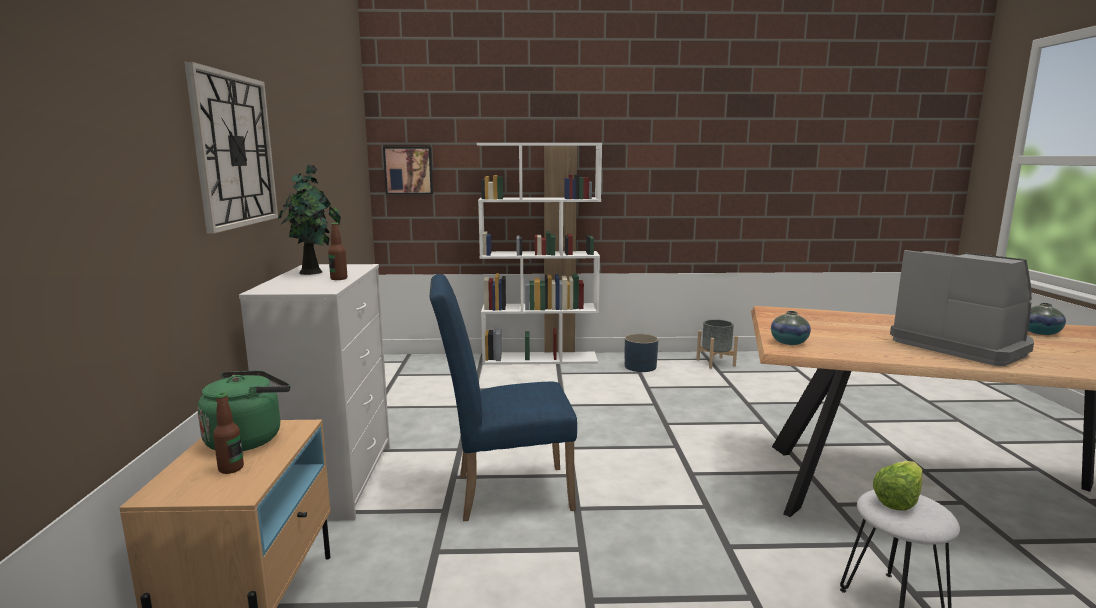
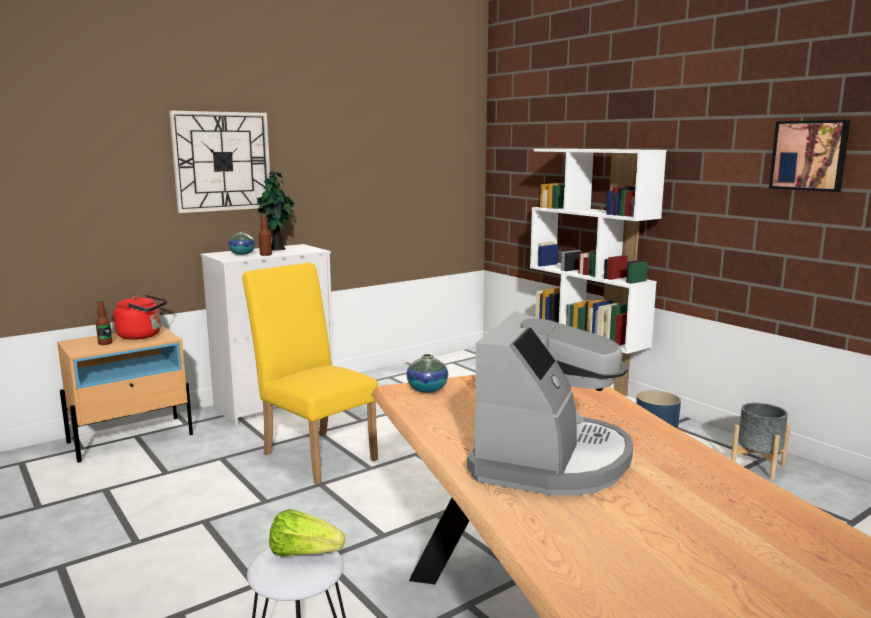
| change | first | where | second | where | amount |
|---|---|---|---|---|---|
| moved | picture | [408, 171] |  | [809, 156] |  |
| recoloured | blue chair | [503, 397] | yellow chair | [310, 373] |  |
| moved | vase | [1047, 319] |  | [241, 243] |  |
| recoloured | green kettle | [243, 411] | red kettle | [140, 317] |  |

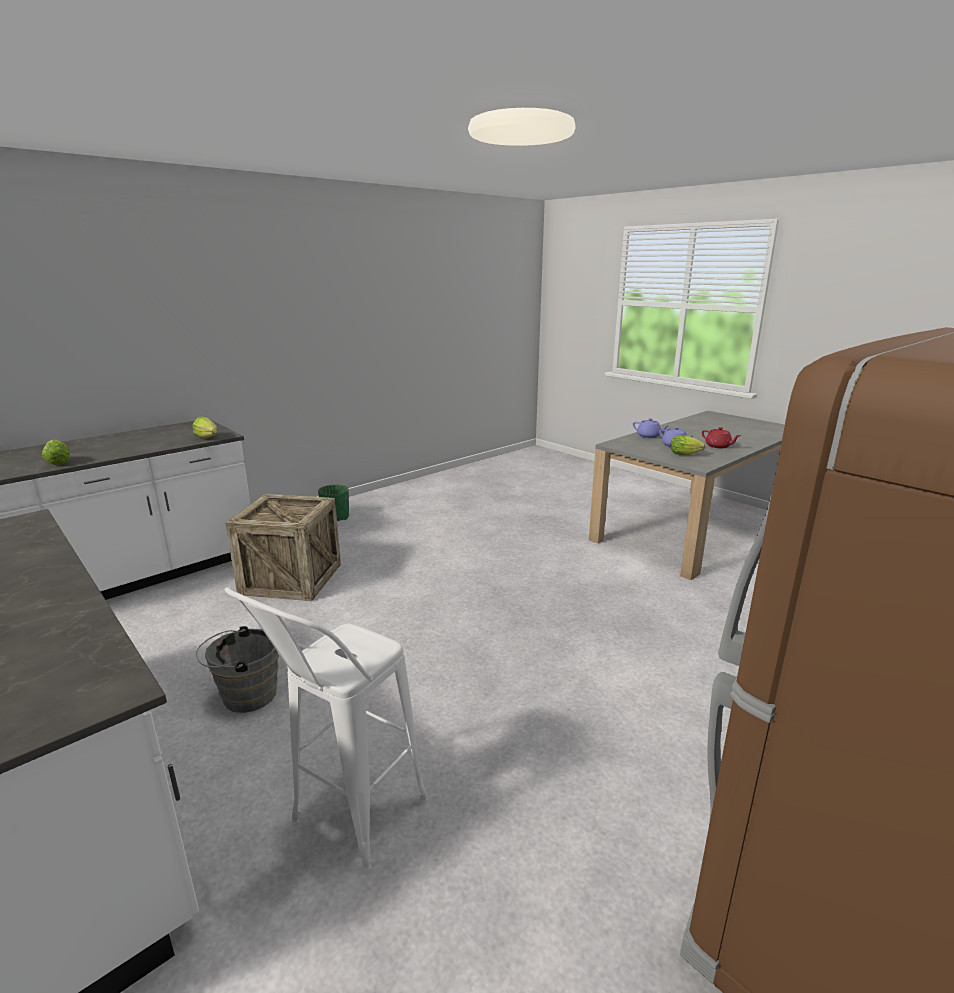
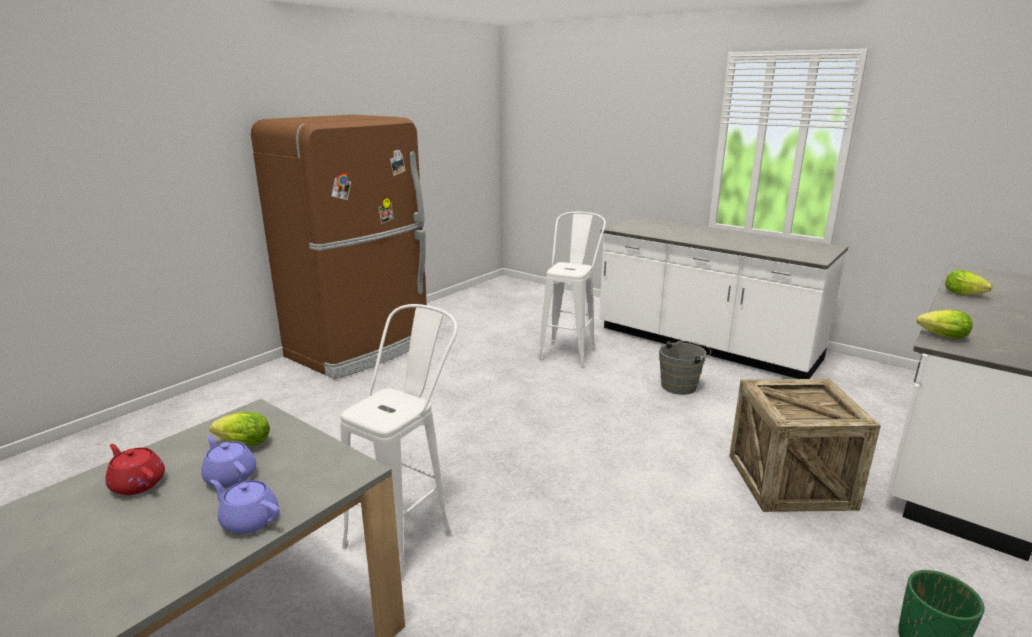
| change | first | where | second | where | amount |
|---|---|---|---|---|---|
| added |  |  | white stool | [399, 442] |  |

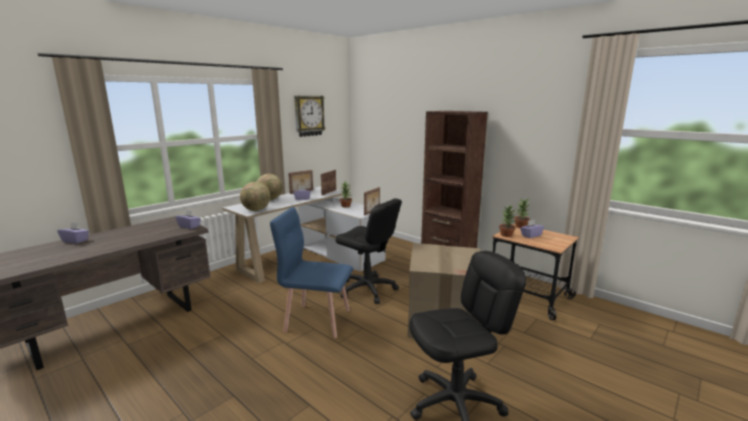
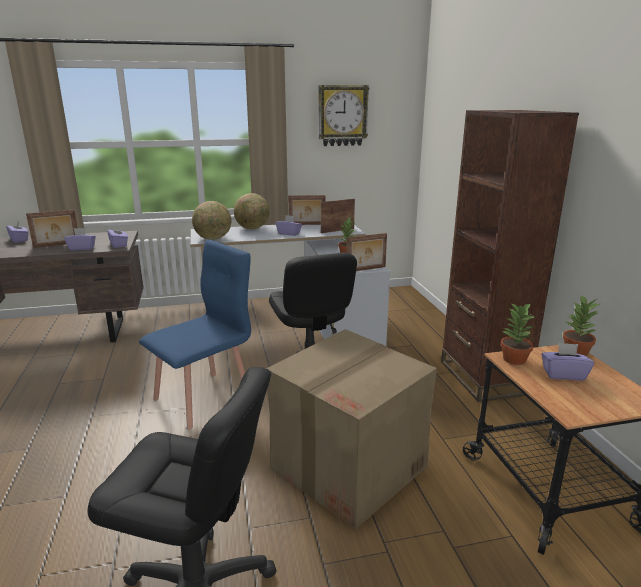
| change | first | where | second | where | amount |
|---|---|---|---|---|---|
| turned | blue chair | [311, 272] |  | [195, 334] | 90 degrees clockwise |
| added |  |  | picture frame | [52, 229] |  |
| added |  |  | purple tissue box | [80, 239] |  |

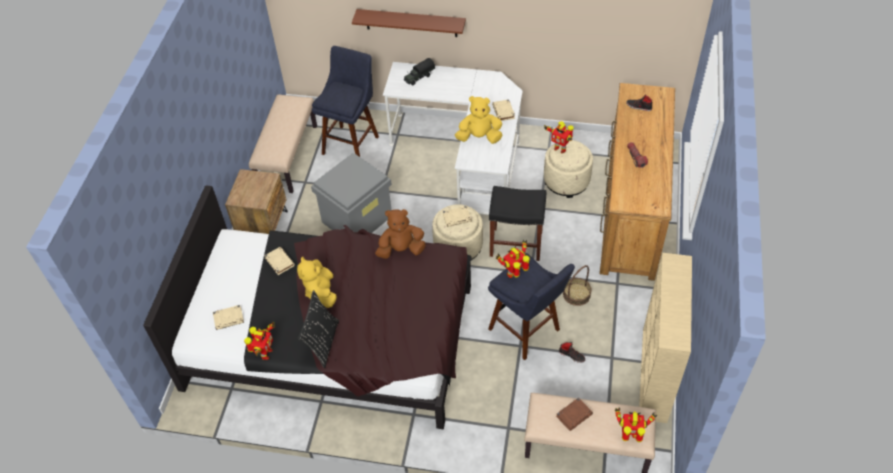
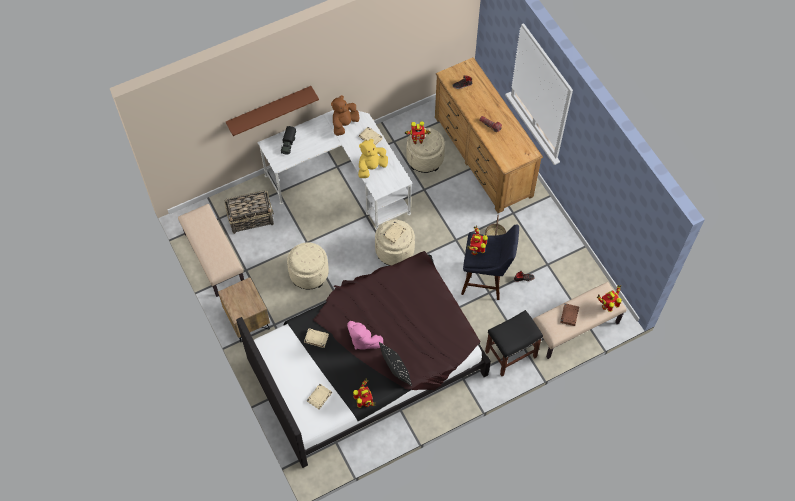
| change | first | where | second | where | amount |
|---|---|---|---|---|---|
| replaced | blue stool | [345, 101] | basket | [249, 212] |  |
| replaced | grey storage box | [351, 193] | beige ottoman | [308, 266] |  |
| moved | black stool | [517, 223] |  | [514, 343] |  |
| moved | brown plush toy | [400, 234] |  | [345, 115] |  |
| removed | beige bookcase | [665, 338] |  |  |  |
| recoloured | yellow plush toy | [317, 282] | pink plush toy | [365, 335] |  |

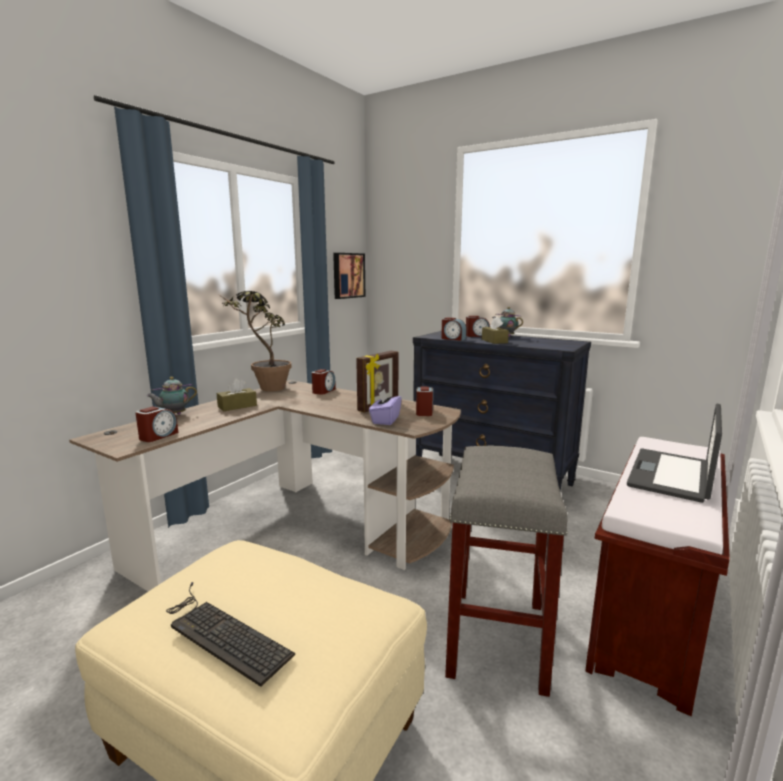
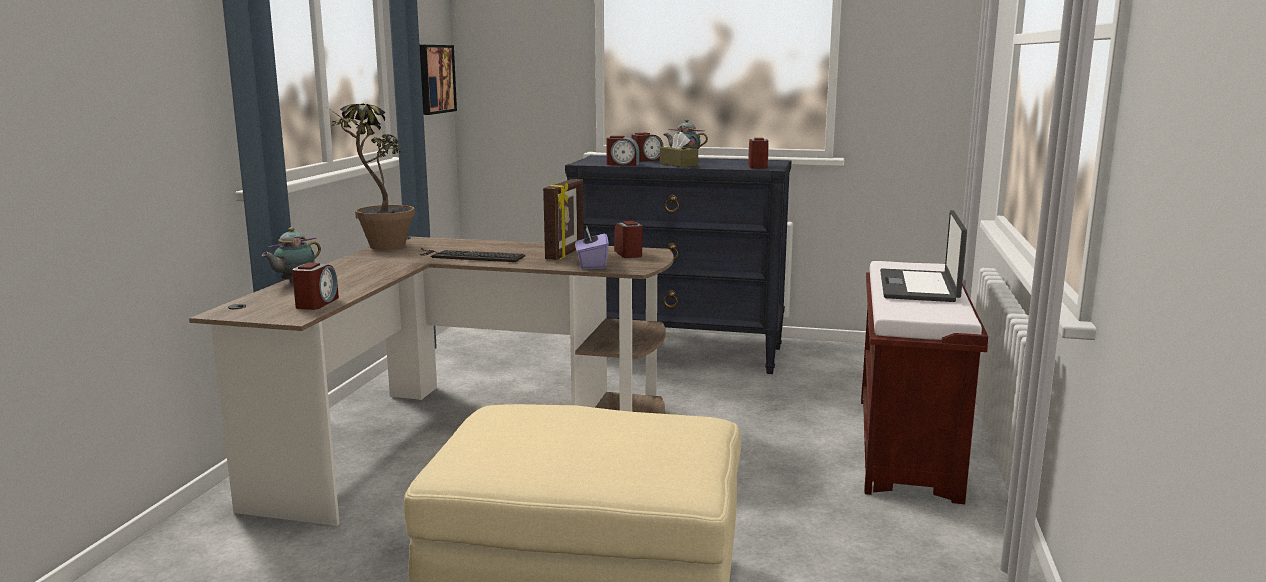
| change | first | where | second | where | amount |
|---|---|---|---|---|---|
| moved | alarm clock | [324, 382] |  | [758, 153] |  |
| removed | brown tissue box | [237, 394] |  |  |  |
| removed | grey stool | [506, 571] |  |  |  |
| moved | keyboard | [230, 634] |  | [472, 255] |  |

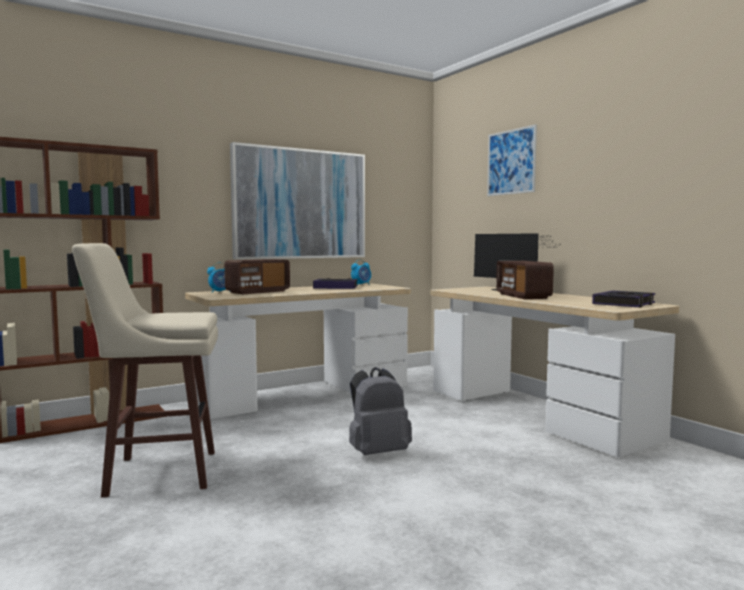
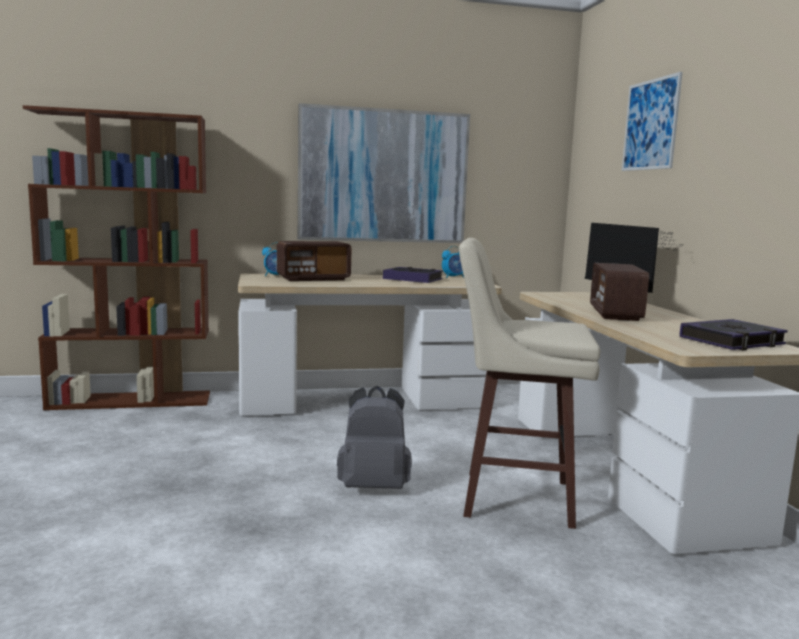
| change | first | where | second | where | amount |
|---|---|---|---|---|---|
| moved | beige stool | [145, 370] |  | [530, 383] |  |

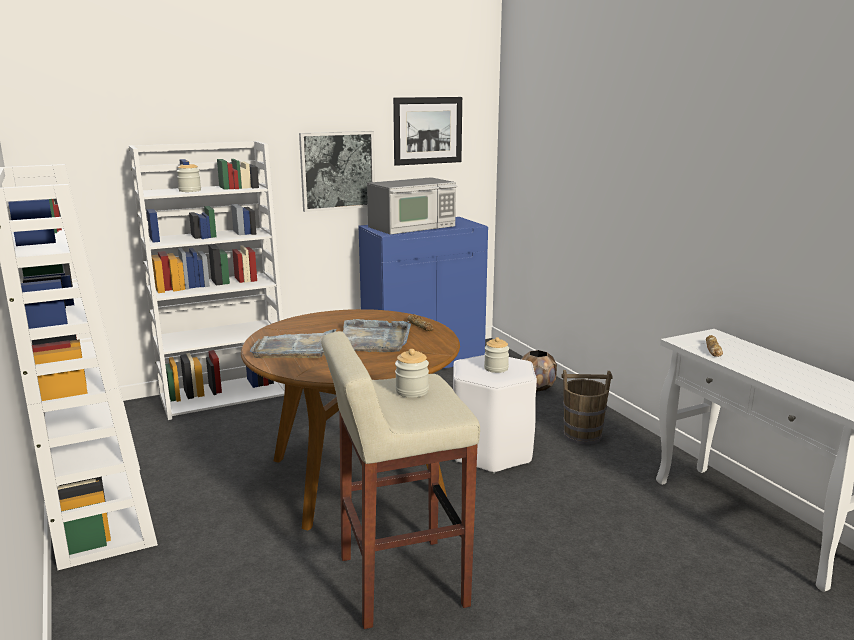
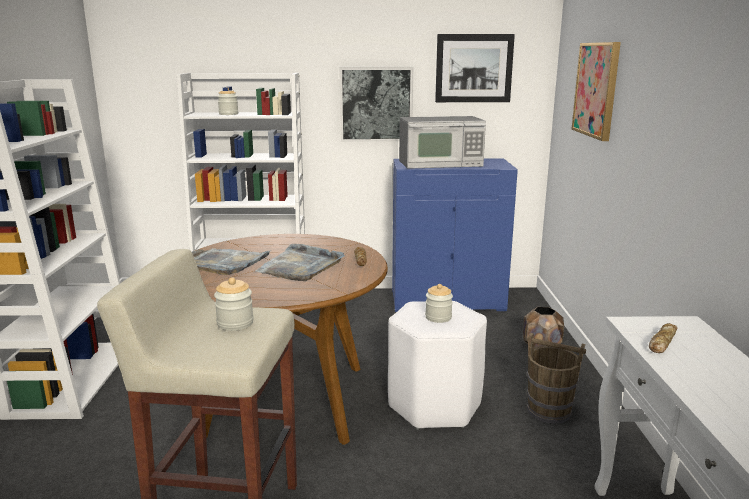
| change | first | where | second | where | amount |
|---|---|---|---|---|---|
| added |  |  | picture | [596, 91] |  |

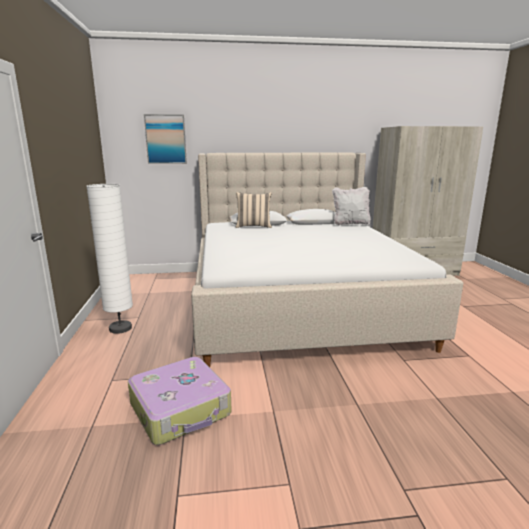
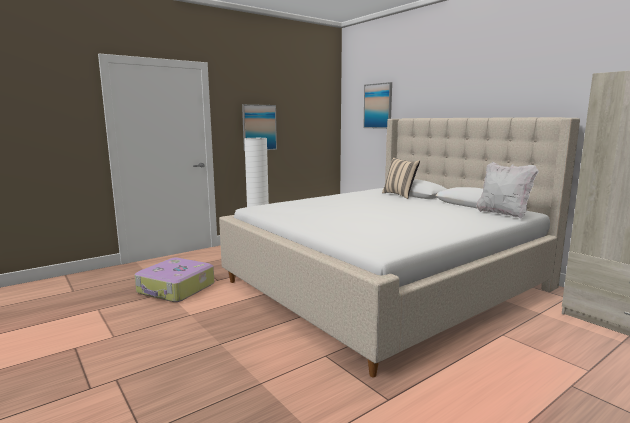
| change | first | where | second | where | amount |
|---|---|---|---|---|---|
| added |  |  | picture | [259, 127] |  |

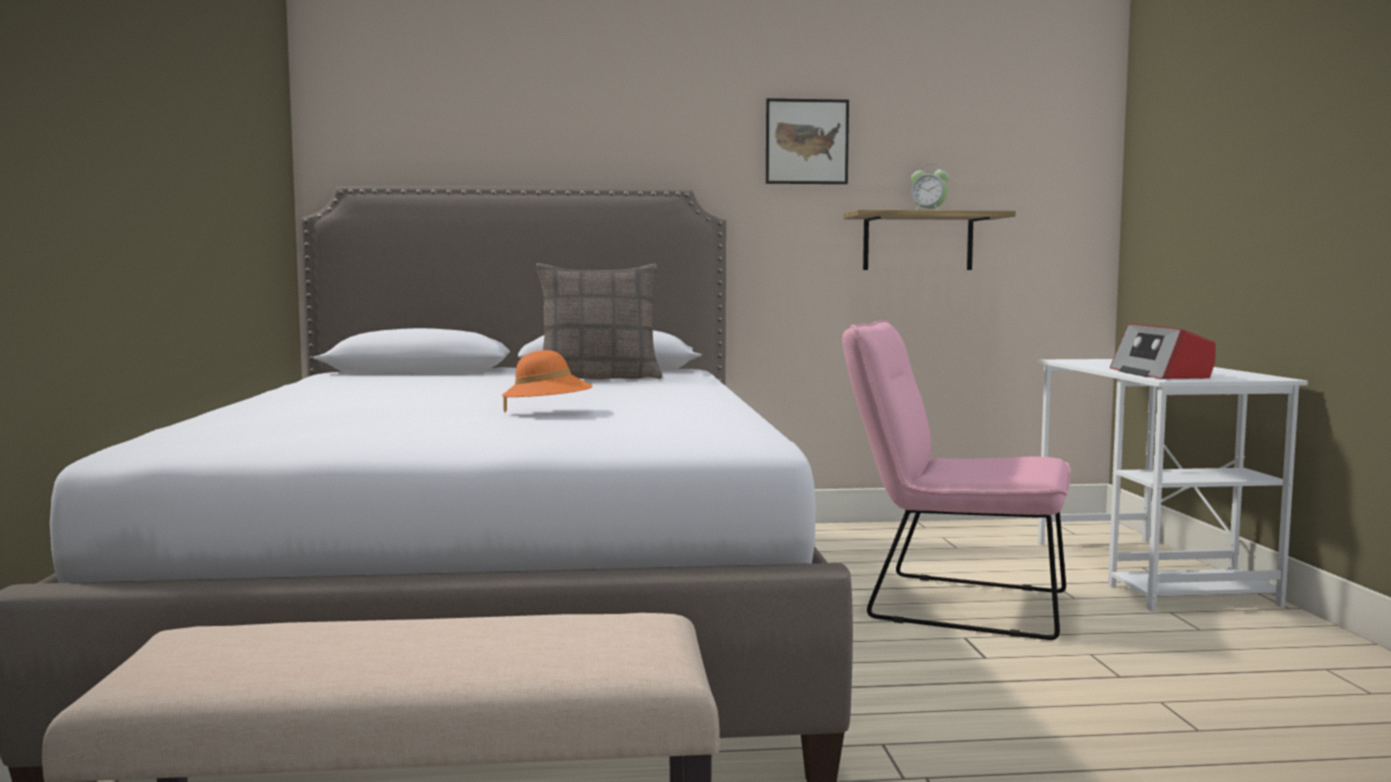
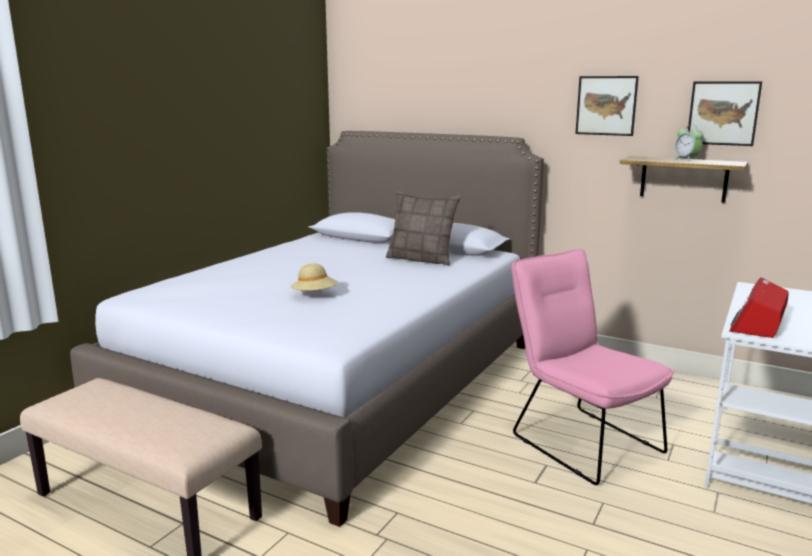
| change | first | where | second | where | amount |
|---|---|---|---|---|---|
| recoloured | orange hat | [547, 381] | beige hat | [314, 277] |  |
| added |  |  | picture | [725, 113] |  |

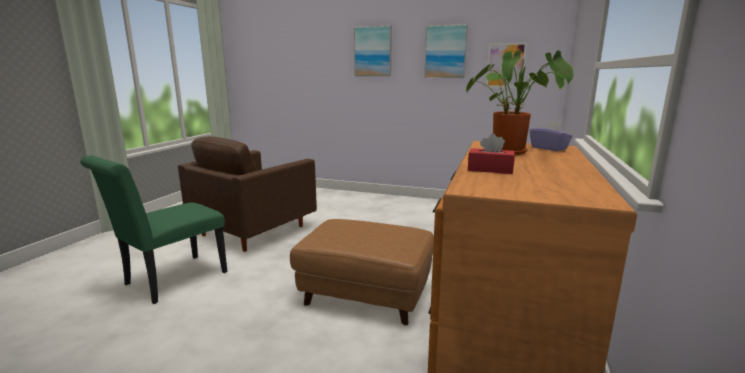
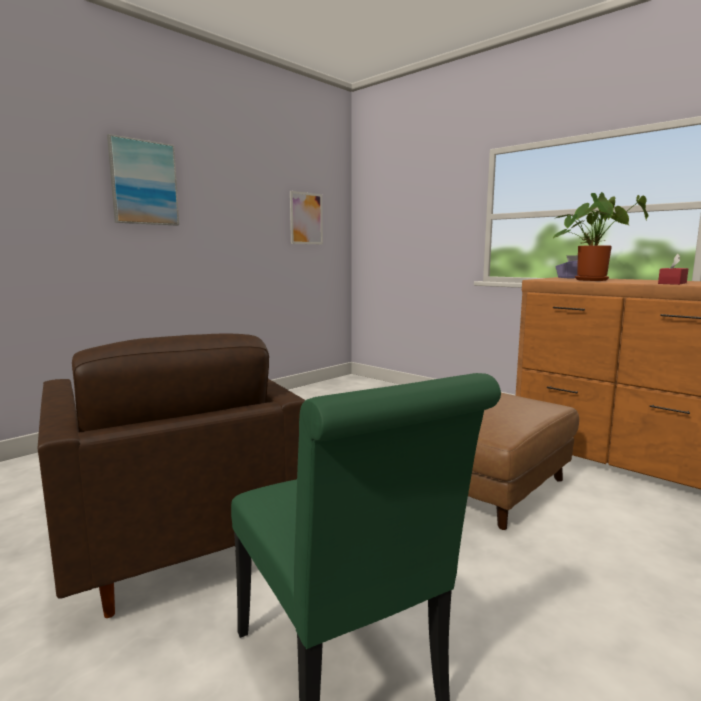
| change | first | where | second | where | amount |
|---|---|---|---|---|---|
| removed | picture | [446, 51] |  |  |  |

